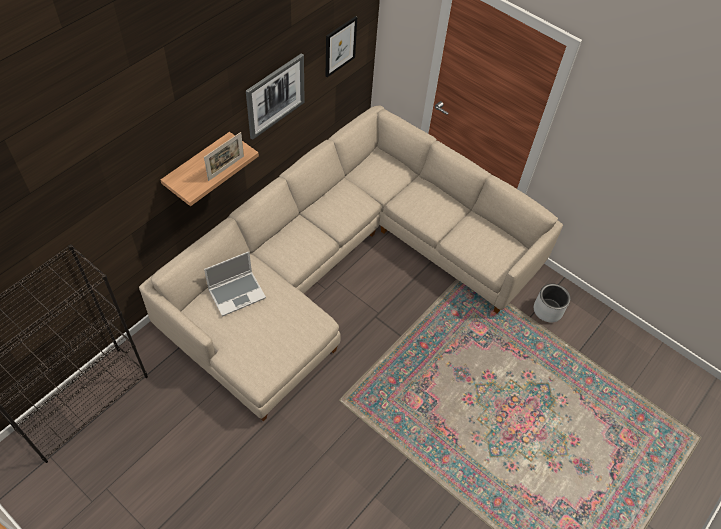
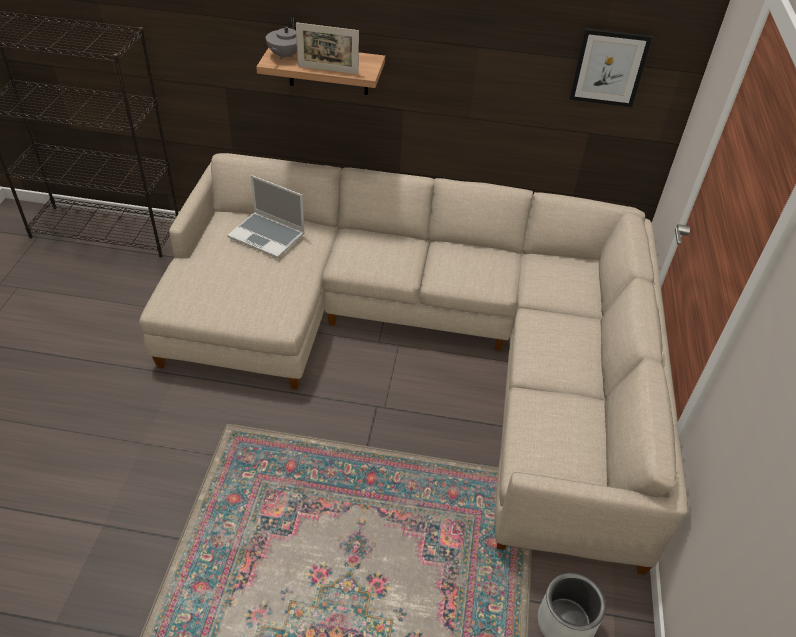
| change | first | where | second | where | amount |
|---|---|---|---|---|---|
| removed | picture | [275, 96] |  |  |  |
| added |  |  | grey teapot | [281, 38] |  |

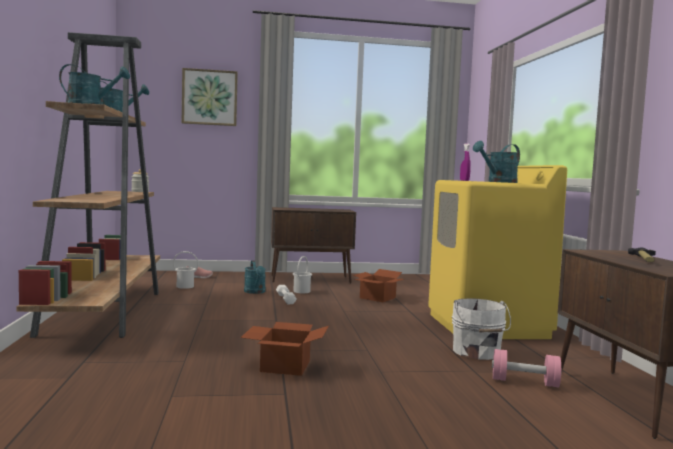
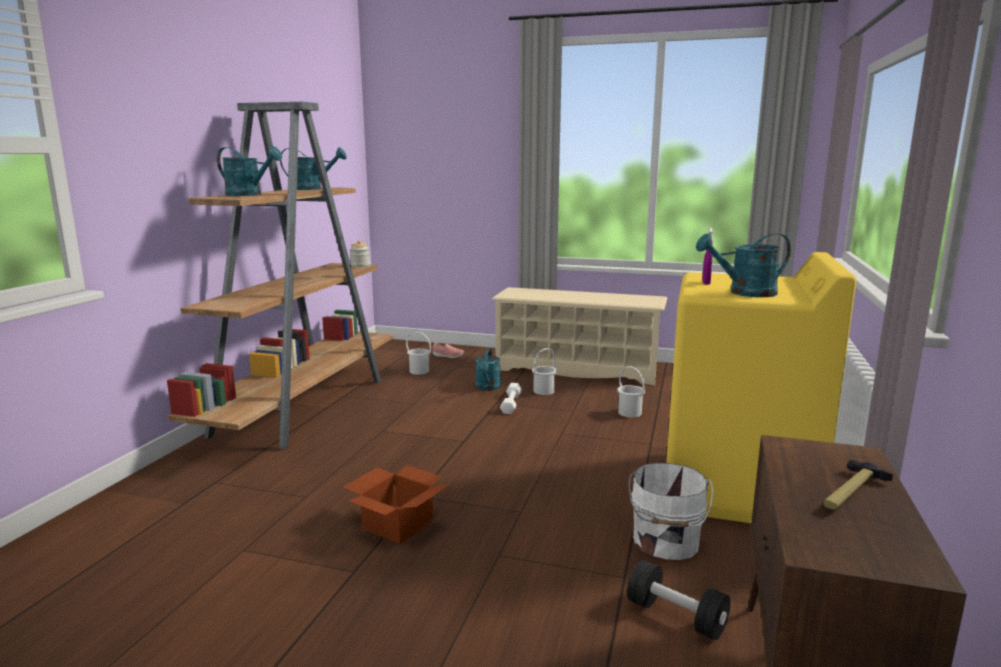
| change | first | where | second | where | amount |
|---|---|---|---|---|---|
| removed | picture | [210, 97] |  |  |  |
| replaced | brown cabinet | [313, 245] | beige shoe rack | [579, 336] |  |
| replaced | cardboard box | [379, 285] | white bucket | [631, 391] |  |
| recoloured | pink dumbbell | [527, 368] | black dumbbell | [679, 600] |  |

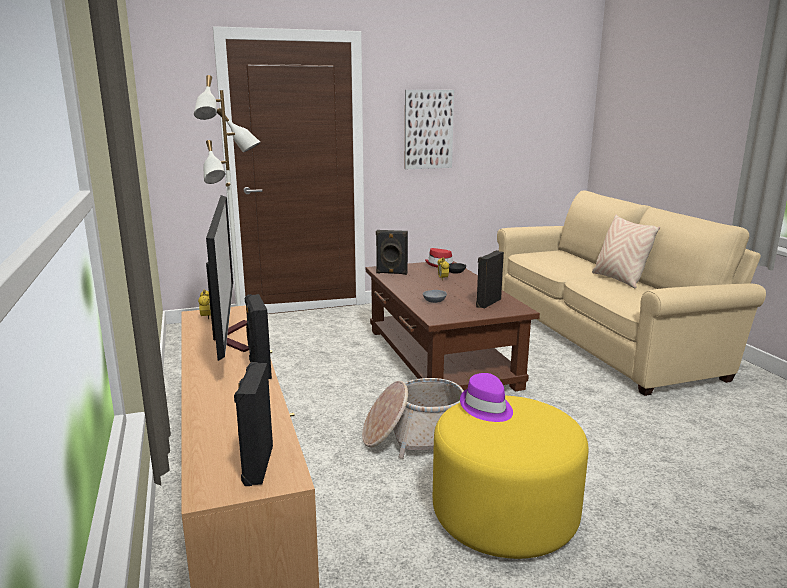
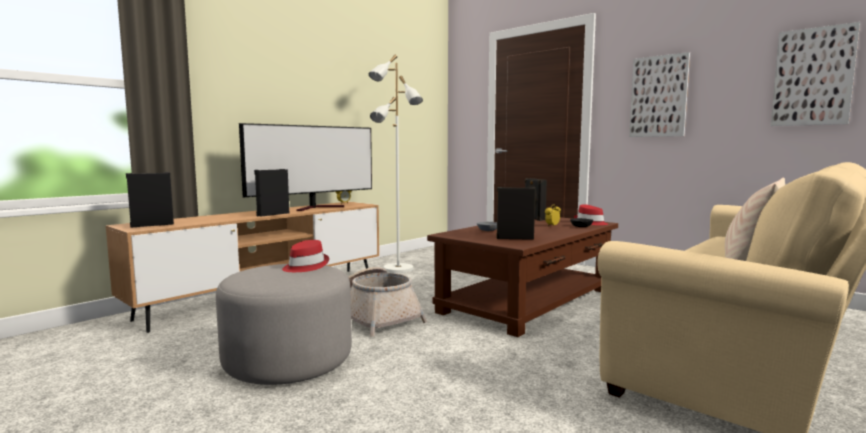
| change | first | where | second | where | amount |
|---|---|---|---|---|---|
| recoloured | purple hat | [486, 397] | red hat | [305, 256] |  |
| recoloured | yellow ottoman | [511, 477] | grey ottoman | [284, 324] |  |
| added |  |  | picture | [815, 74] |  |

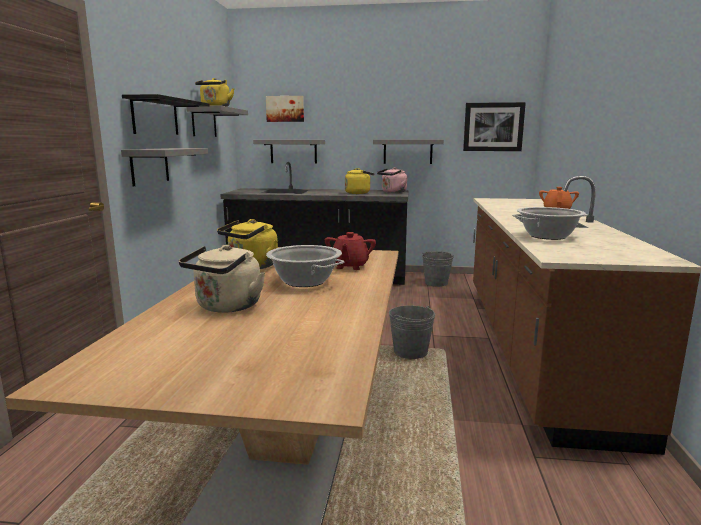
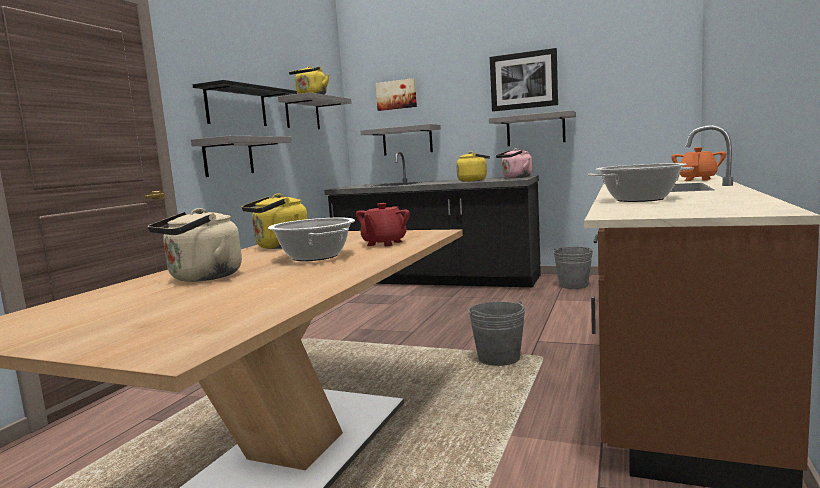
| change | first | where | second | where | amount |
|---|---|---|---|---|---|
| moved | picture | [494, 126] |  | [524, 80] |  |

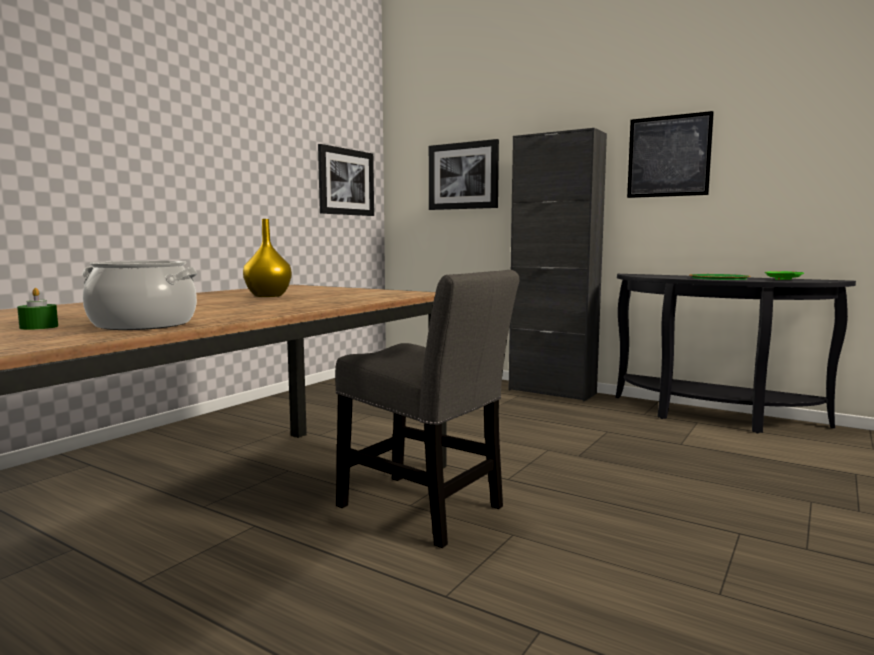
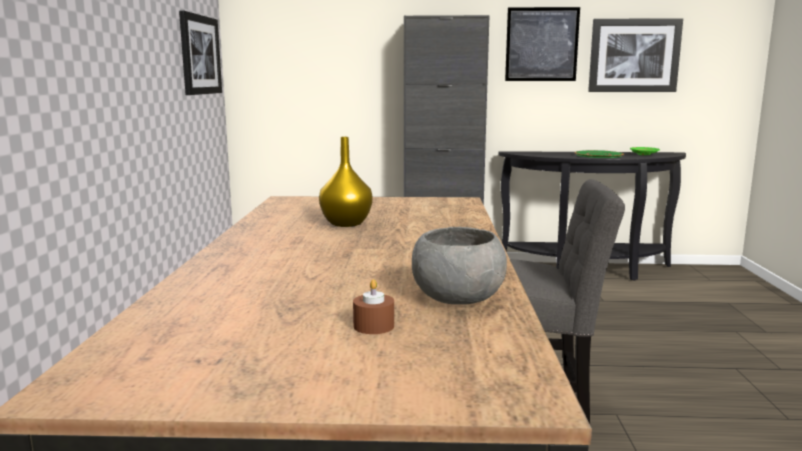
| change | first | where | second | where | amount |
|---|---|---|---|---|---|
| moved | picture | [464, 174] |  | [635, 55] |  |
| replaced | cooking pot | [140, 295] | grey bowl | [459, 266] |  |
| recoloured | green candle | [37, 309] | brown candle | [373, 306] |  |

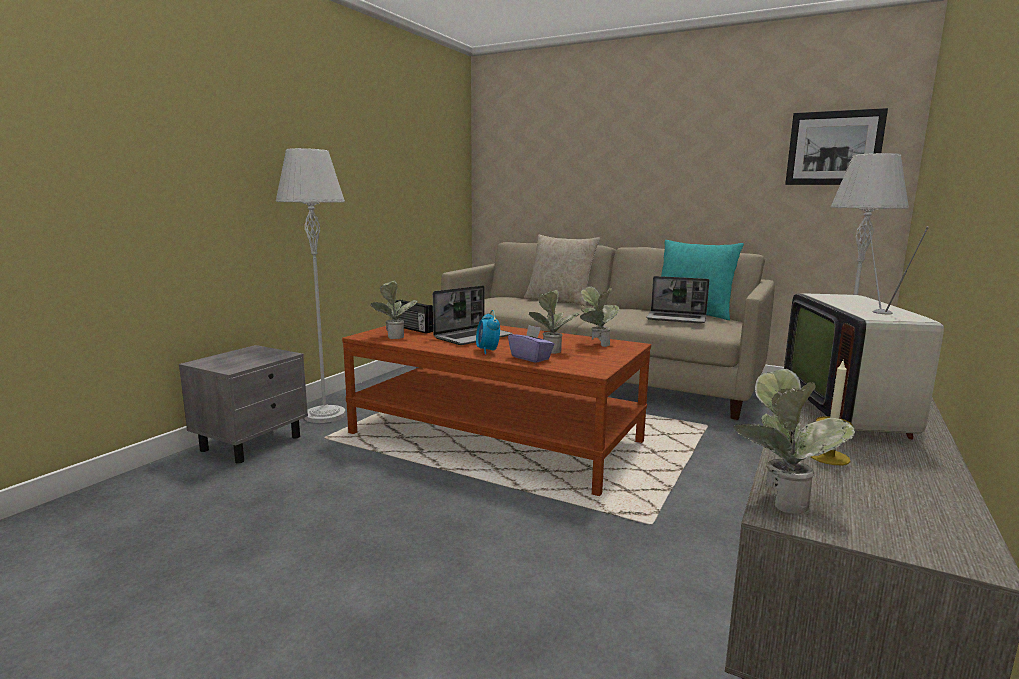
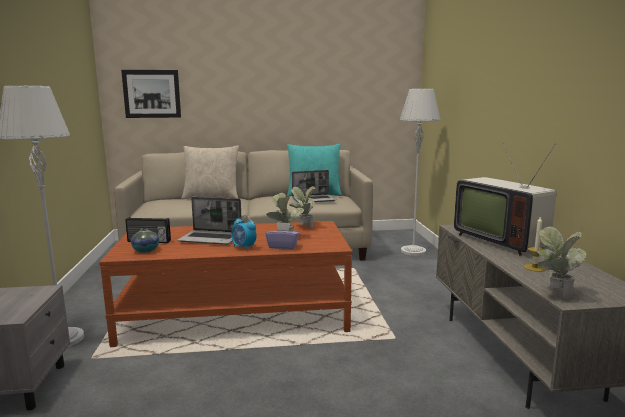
| change | first | where | second | where | amount |
|---|---|---|---|---|---|
| moved | picture | [836, 146] |  | [151, 94] |  |
| replaced | potted plant | [394, 310] | vase | [145, 240] |  |
| turned | laptop | [473, 315] |  | [209, 221] | 90 degrees clockwise |

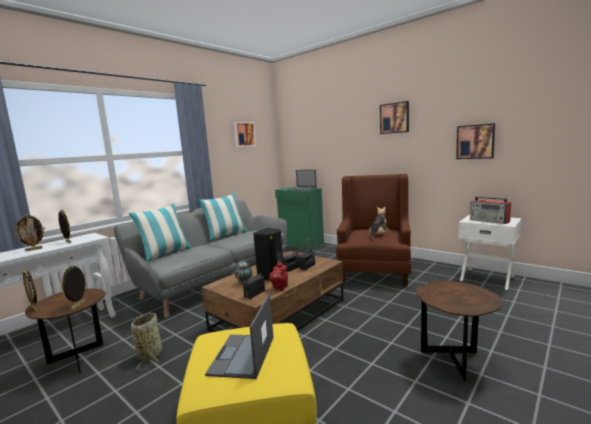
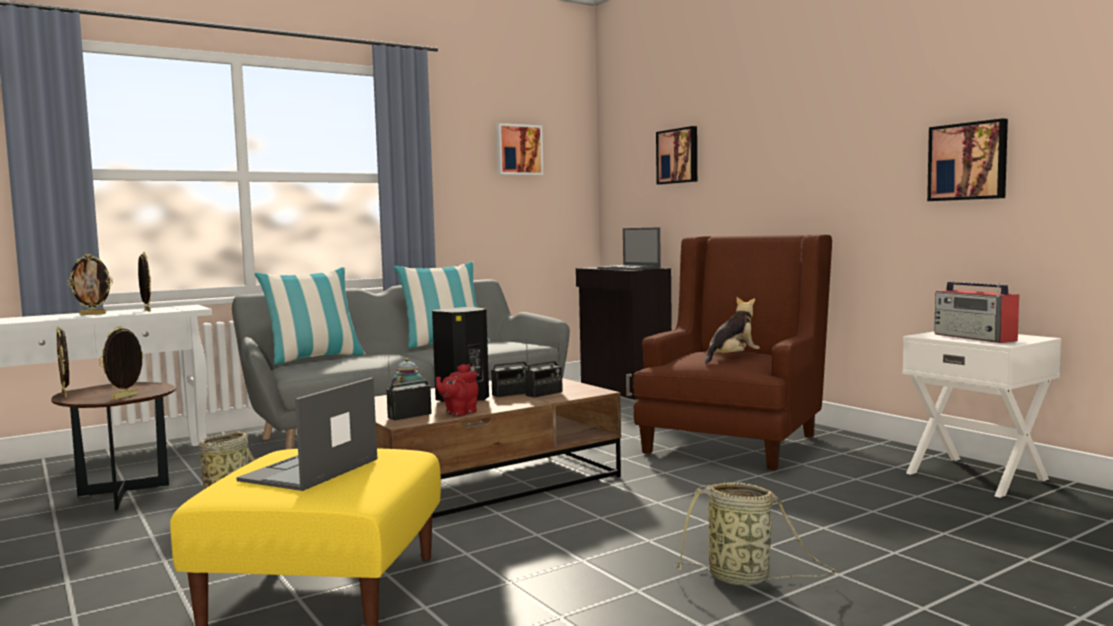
| change | first | where | second | where | amount |
|---|---|---|---|---|---|
| moved | picture | [394, 117] |  | [676, 155] |  |
| recoloured | green cabinet | [299, 218] | black cabinet | [624, 333] |  |
| replaced | brown side table | [459, 330] | basket | [756, 534] |  |

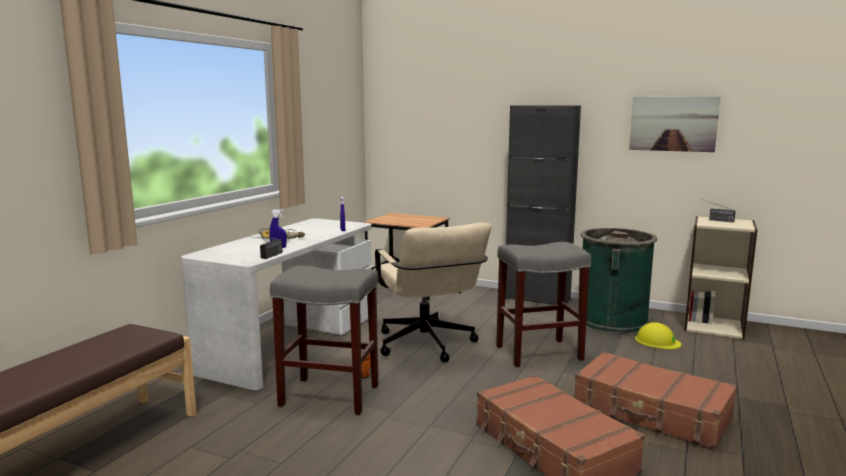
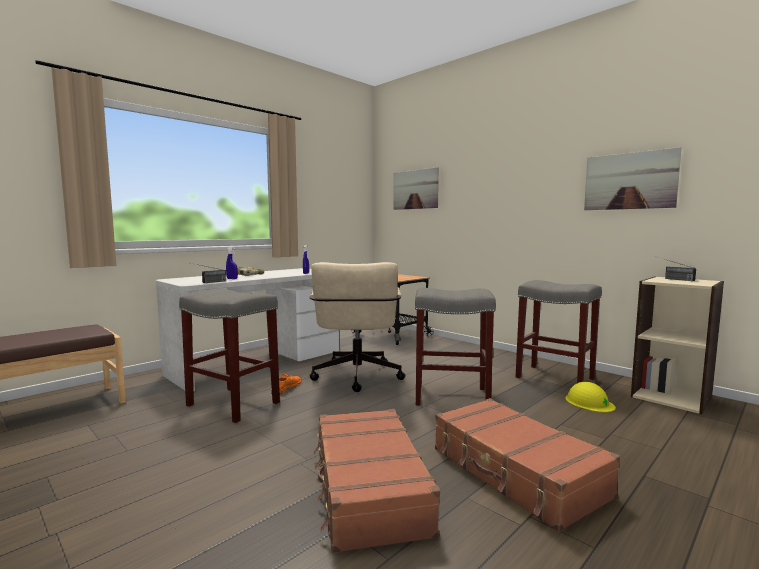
| change | first | where | second | where | amount |
|---|---|---|---|---|---|
| removed | black cabinet | [543, 205] |  |  |  |
| replaced | green trash can | [619, 280] | grey stool | [559, 331] |  |
| added |  |  | picture | [416, 188] |  |

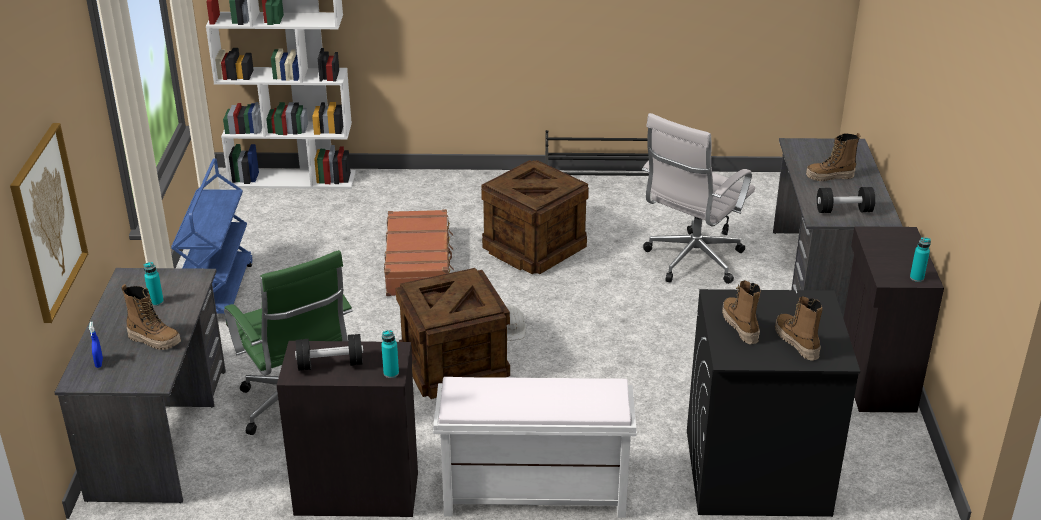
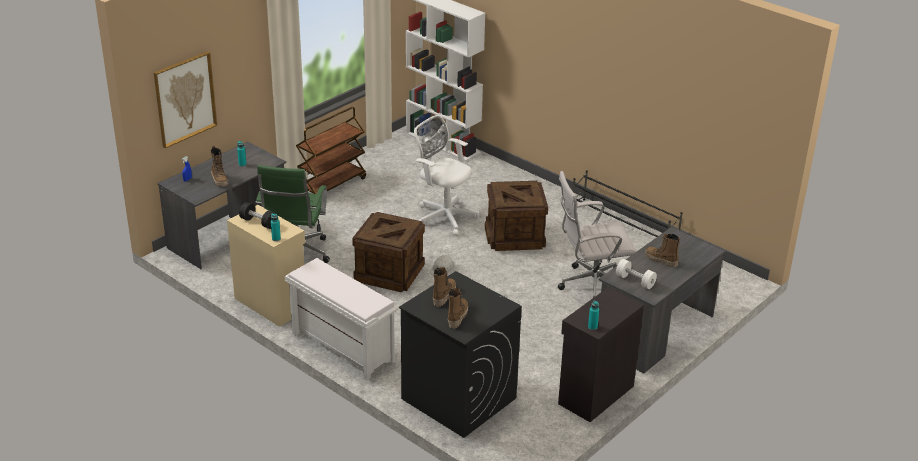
| change | first | where | second | where | amount |
|---|---|---|---|---|---|
| recoloured | blue cart | [211, 242] | brown cart | [331, 150] |  |
| recoloured | black dumbbell | [846, 200] | white dumbbell | [636, 274] |  |
| replaced | brown suitcase | [419, 252] | white office chair | [446, 175] |  |
| recoloured | black cabinet | [347, 429] | beige cabinet | [266, 266] |  |

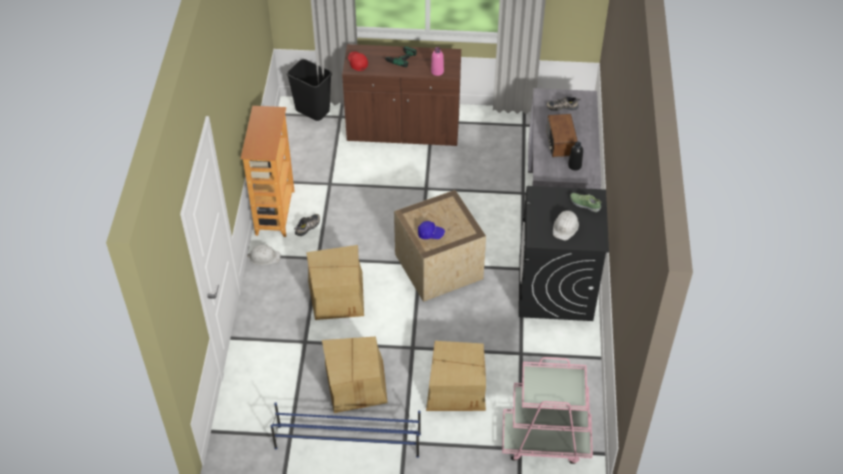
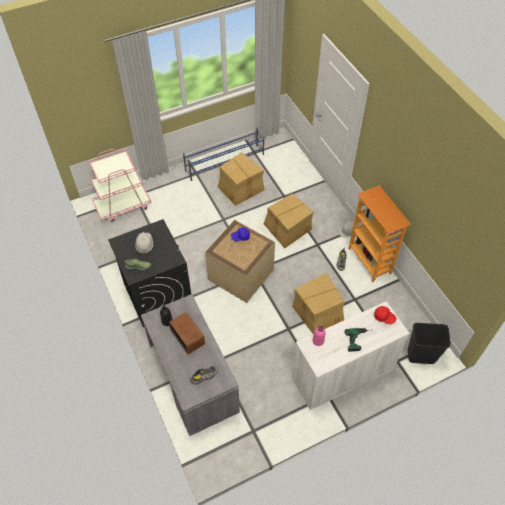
| change | first | where | second | where | amount |
|---|---|---|---|---|---|
| recoloured | brown cabinet | [401, 95] | white cabinet | [351, 355] |  |
| moved | cardboard box | [456, 376] |  | [318, 303] |  |

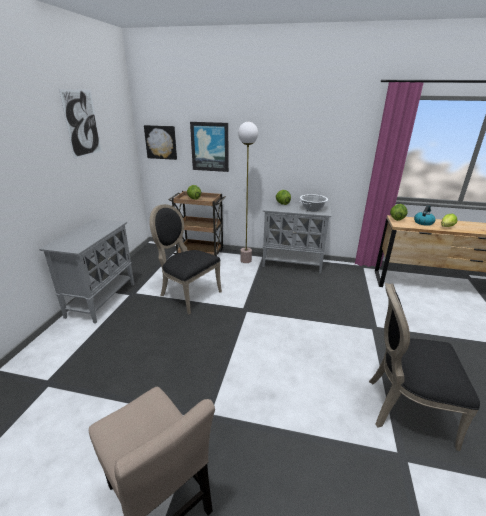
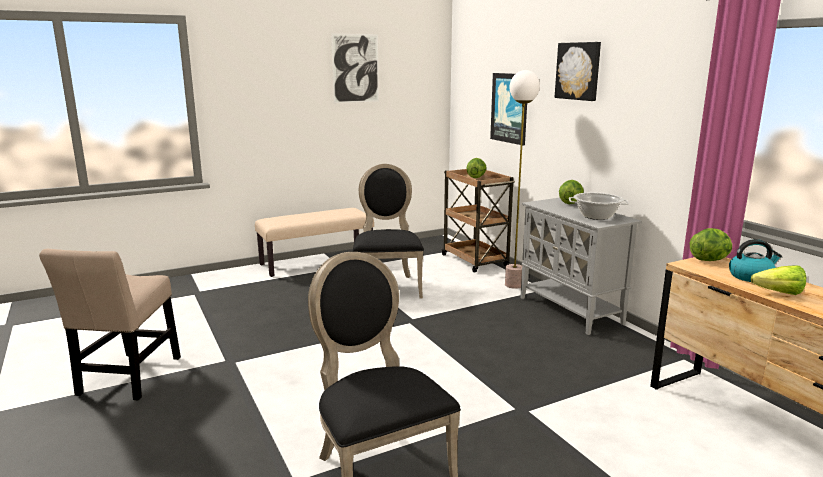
| change | first | where | second | where | amount |
|---|---|---|---|---|---|
| moved | picture | [160, 142] |  | [578, 71] |  |
| replaced | grey cabinet | [86, 271] | beige bench | [314, 242] |  |

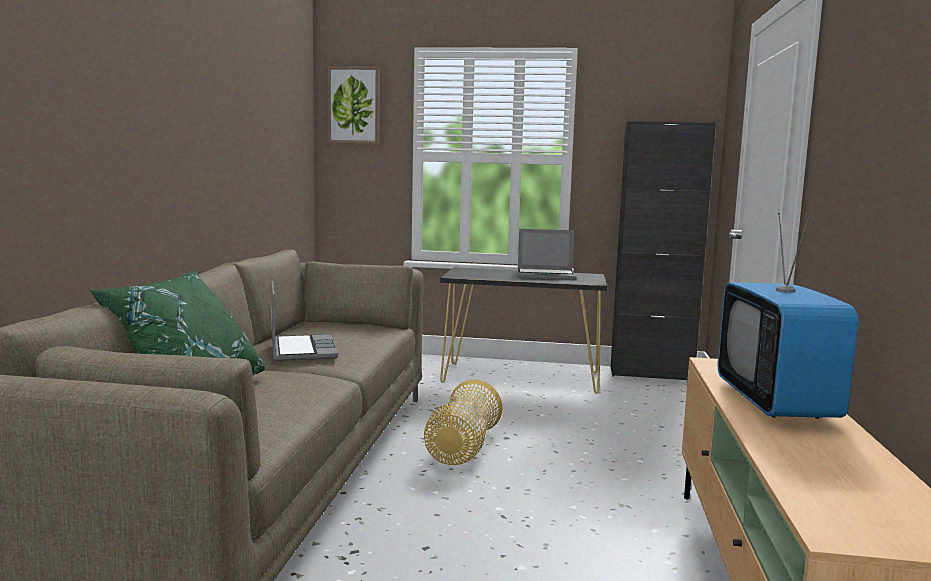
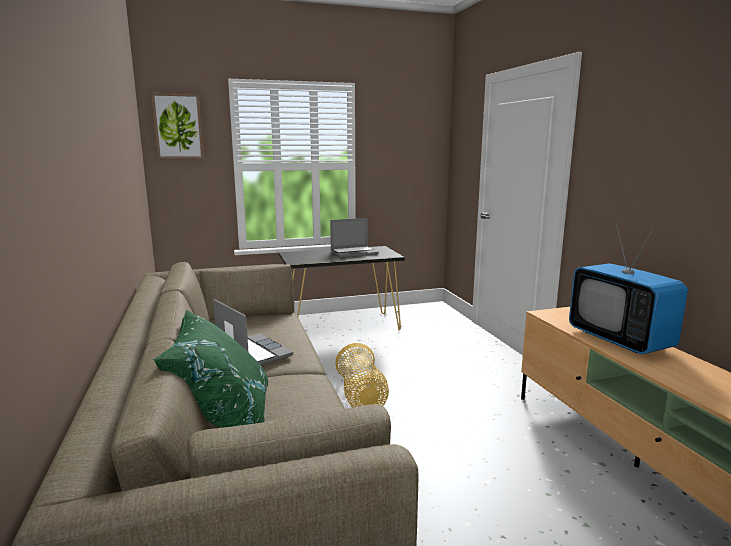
| change | first | where | second | where | amount |
|---|---|---|---|---|---|
| removed | black cabinet | [663, 250] |  |  |  |

